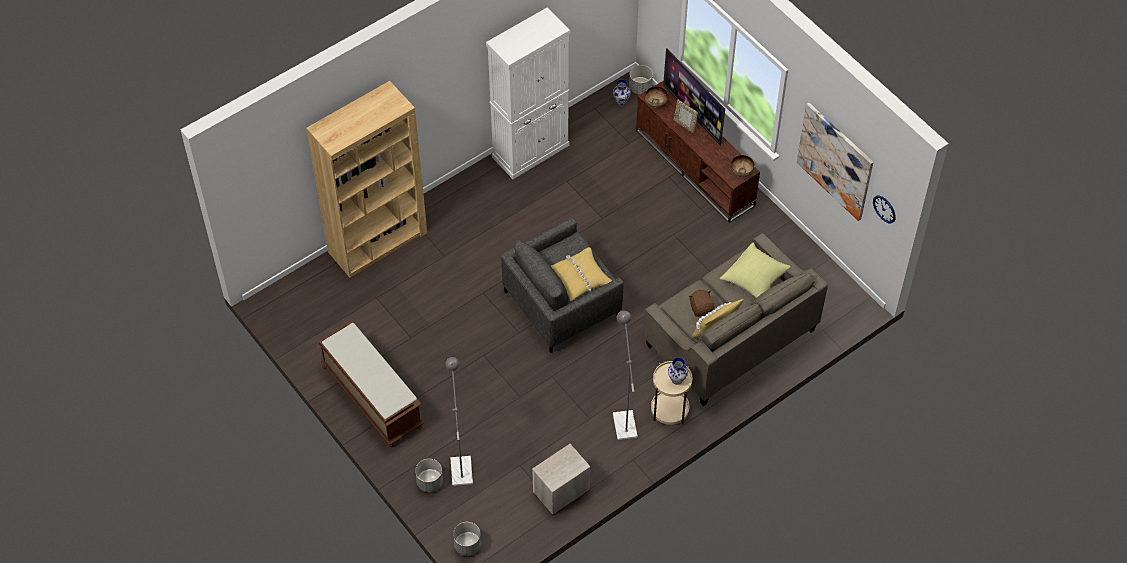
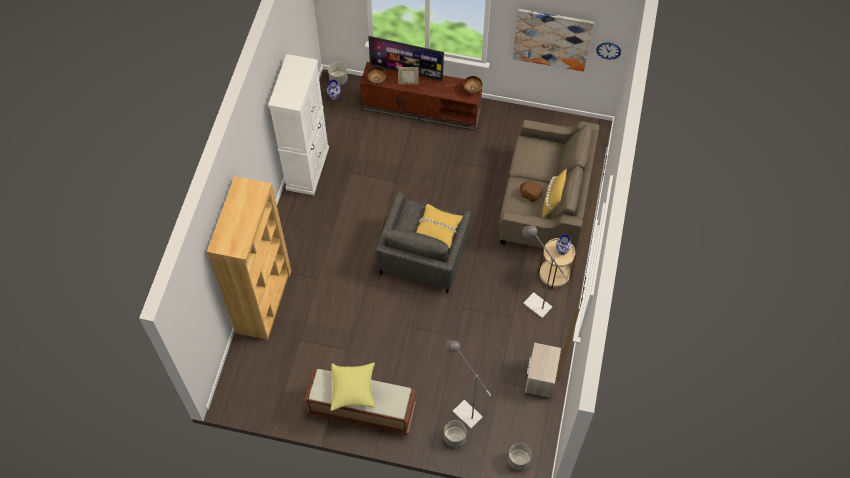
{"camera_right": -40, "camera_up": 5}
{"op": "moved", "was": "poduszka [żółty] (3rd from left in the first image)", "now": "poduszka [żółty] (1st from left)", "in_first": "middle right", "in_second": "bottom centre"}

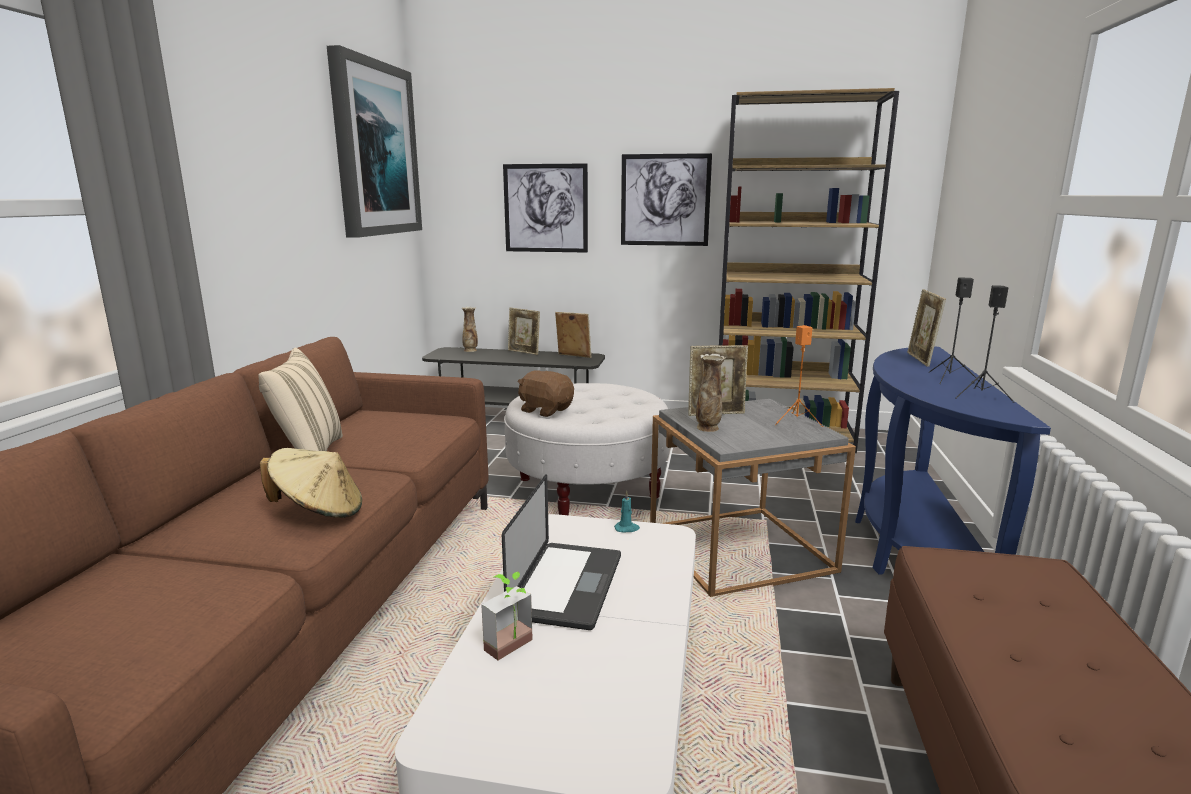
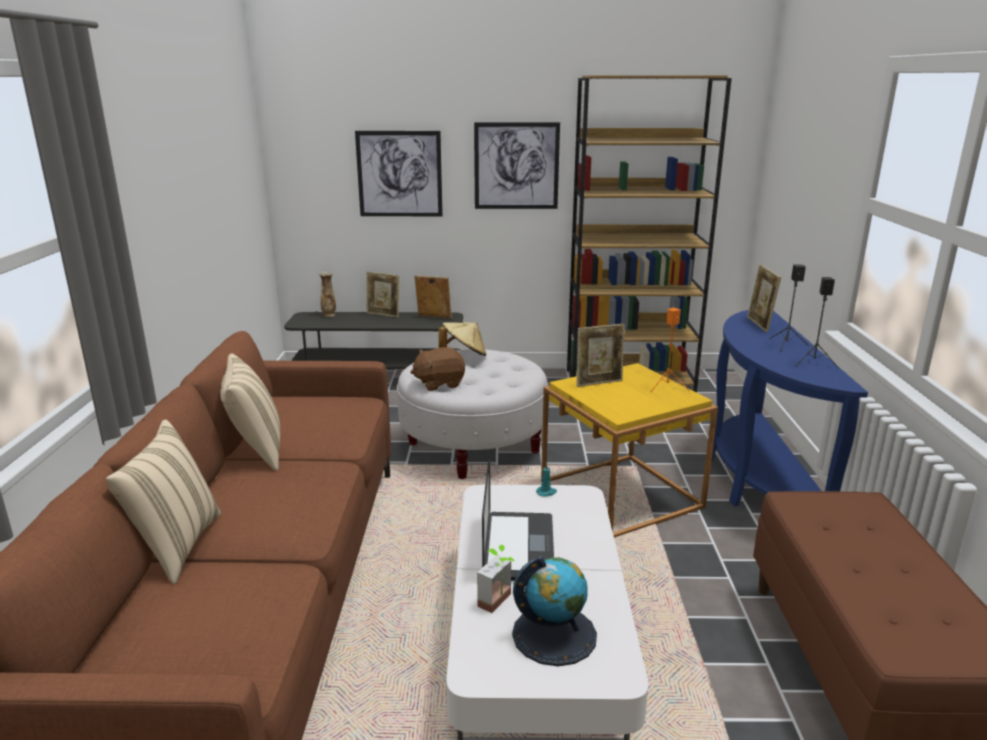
{"camera_right": -10, "camera_up": 5}
{"op": "moved", "was": "kapelusz [beżowy]", "in_first": "middle left", "in_second": "centre"}
{"op": "removed", "was": "obraz (1st from left)", "in_first": "top left"}
{"op": "turned", "was": "pluszak [brązowy]", "in_first": "centre", "in_second": "centre", "clockwise": -45}
{"op": "recoloured", "was": "stolik [szary]", "now": "stolik [żółty]", "in_first": "centre", "in_second": "centre"}
{"op": "removed", "was": "wazon (2nd from left)", "in_first": "centre"}
{"op": "added", "now": "poduszka [beżowy] (1st from left)", "in_second": "bottom left"}
{"op": "added", "now": "globus", "in_second": "bottom centre"}

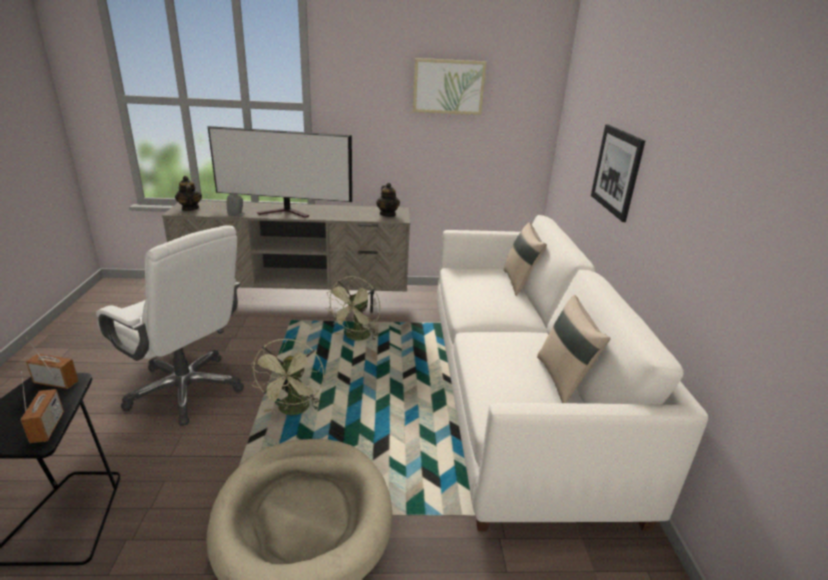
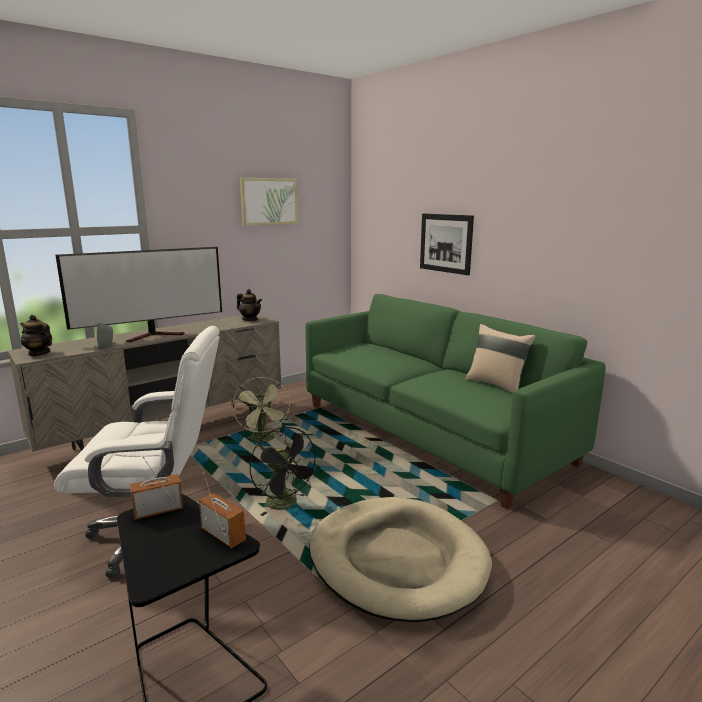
{"camera_right": -35, "camera_up": -10}
{"op": "recoloured", "was": "wentylator [zielony] (1st from left)", "now": "wentylator [czarny]", "in_first": "centre", "in_second": "bottom centre"}
{"op": "recoloured", "was": "kanapa [biały]", "now": "kanapa [zielony]", "in_first": "middle right", "in_second": "centre"}
{"op": "removed", "was": "poduszka [beżowy] (1st from left)", "in_first": "centre"}

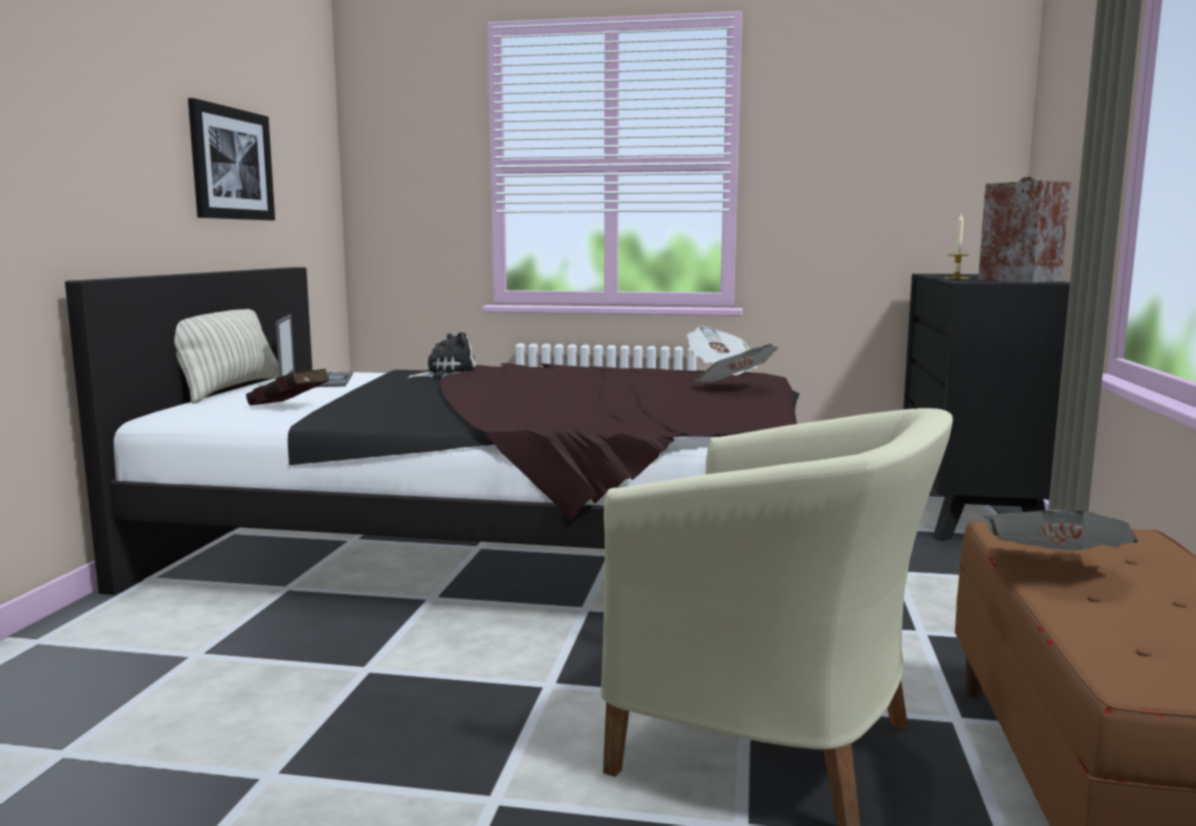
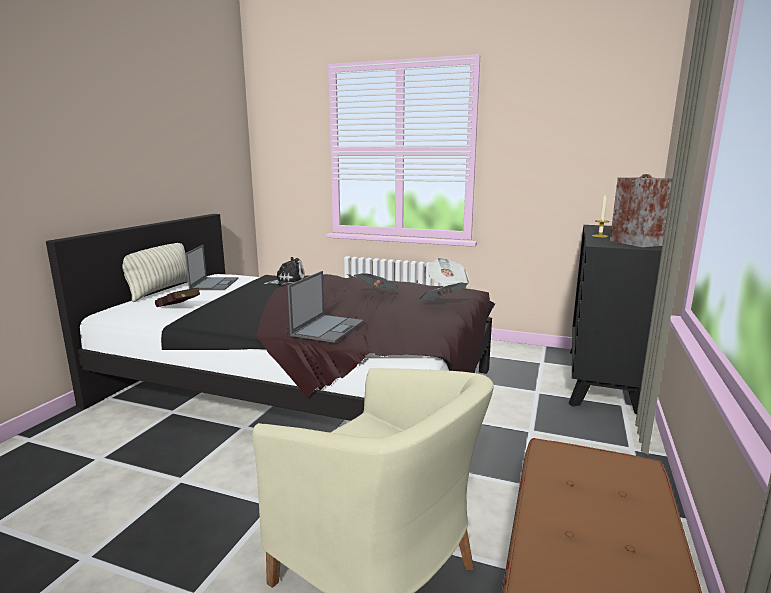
{"camera_right": 10, "camera_up": 5}
{"op": "removed", "was": "obraz", "in_first": "top left"}
{"op": "moved", "was": "gazeta (3rd from left in the first image)", "now": "gazeta (1st from left)", "in_first": "middle right", "in_second": "centre"}
{"op": "added", "now": "laptop (2nd from left)", "in_second": "centre"}

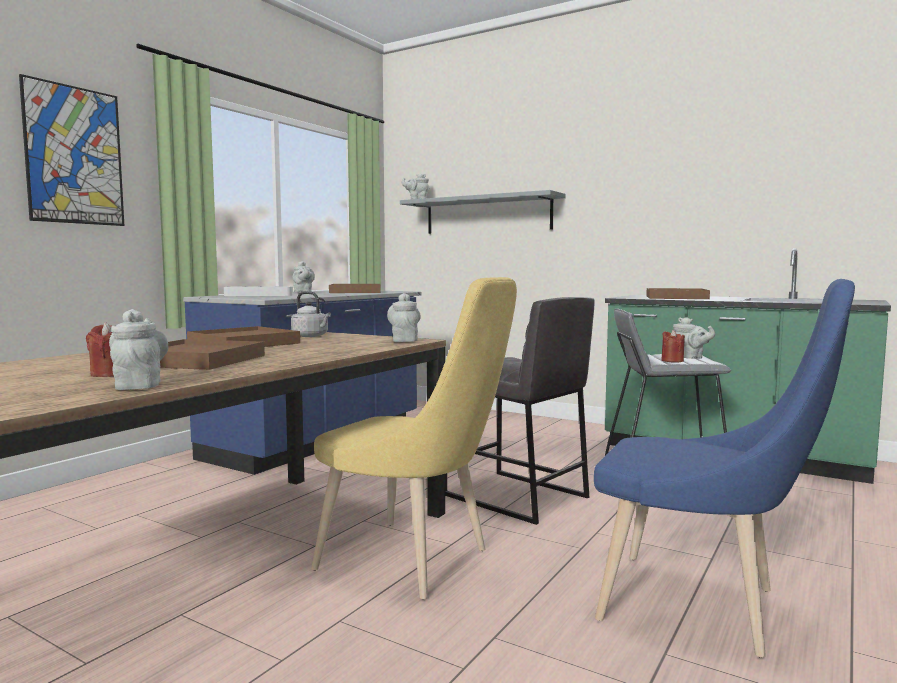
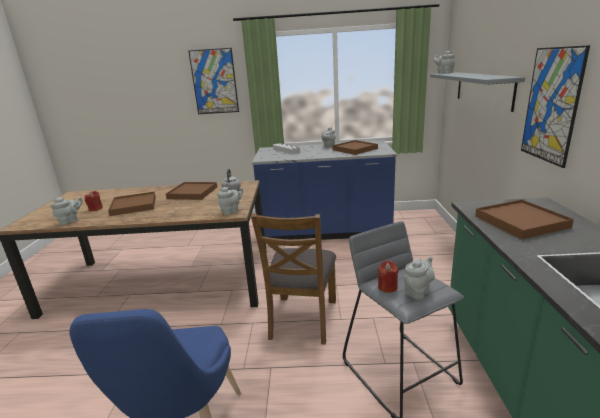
{"camera_right": 60, "camera_up": 15}
{"op": "removed", "was": "krzesło [żółty]", "in_first": "centre"}
{"op": "replaced", "was": "stołek [szary] (1st from left)", "now": "krzesło [brązowy]", "in_first": "centre", "in_second": "bottom centre"}
{"op": "turned", "was": "imbryk [szary] (5th from left in the first image)", "in_first": "middle right", "in_second": "middle right", "clockwise": -150}
{"op": "added", "now": "obraz (2nd from left)", "in_second": "top right"}

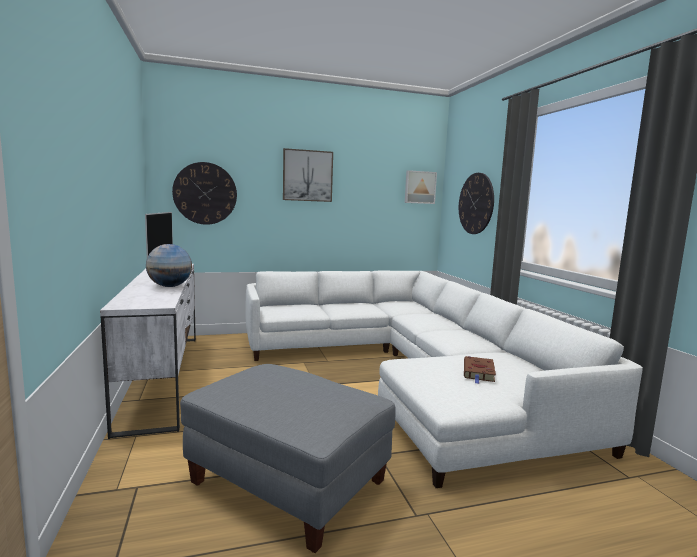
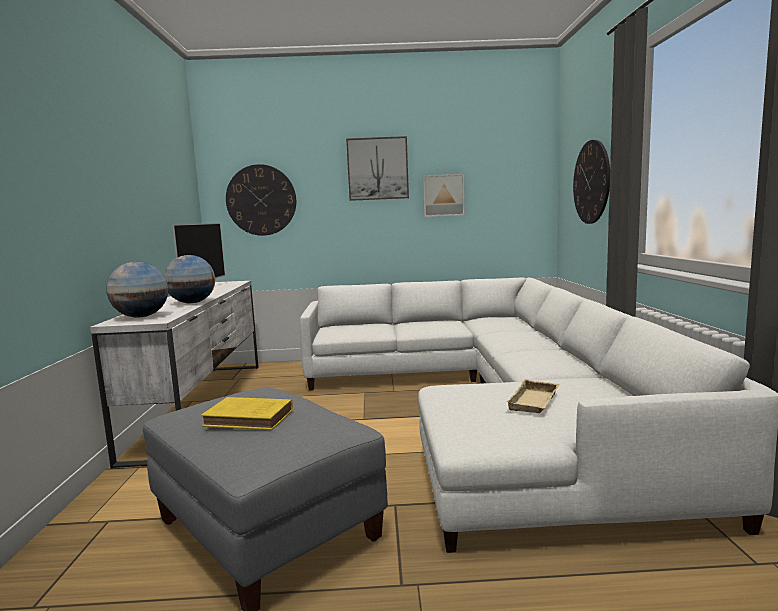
{"camera_right": 15, "camera_up": 0}
{"op": "moved", "was": "obraz (2nd from left)", "in_first": "centre", "in_second": "top centre"}
{"op": "replaced", "was": "książka [brązowy]", "now": "taca [beżowy]", "in_first": "middle right", "in_second": "middle right"}
{"op": "added", "now": "globus (1st from left)", "in_second": "middle left"}
{"op": "added", "now": "książka [żółty]", "in_second": "bottom left"}

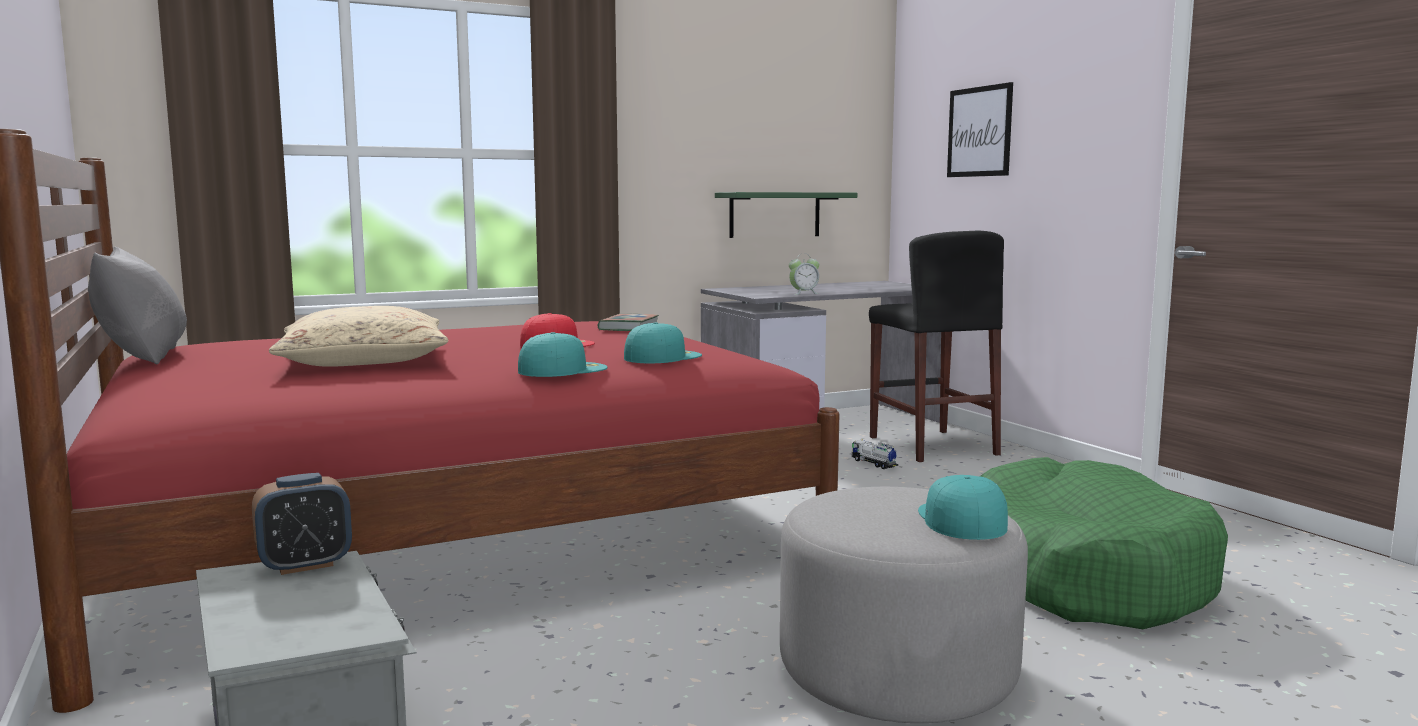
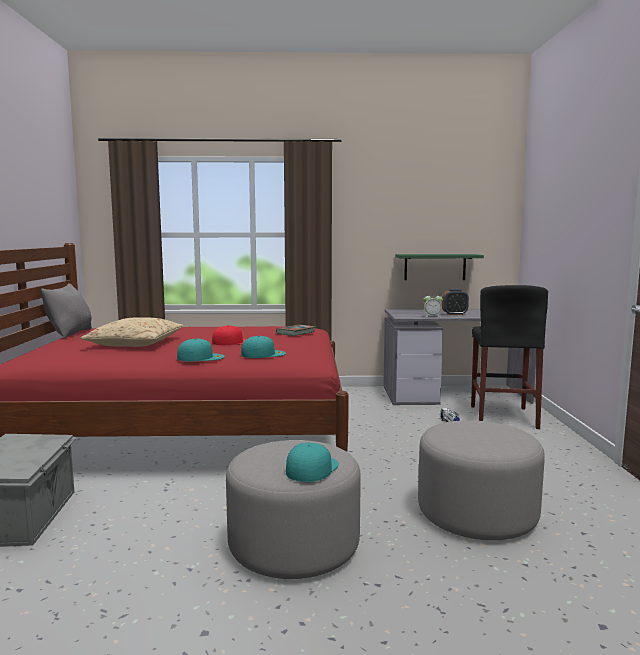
{"camera_right": 25, "camera_up": 0}
{"op": "moved", "was": "budzik (1st from left in the first image)", "now": "budzik (2nd from left)", "in_first": "bottom left", "in_second": "middle right"}
{"op": "removed", "was": "obraz", "in_first": "top right"}
{"op": "replaced", "was": "legowisko [zielony]", "now": "pufa [szary] (2nd from left)", "in_first": "bottom right", "in_second": "bottom right"}

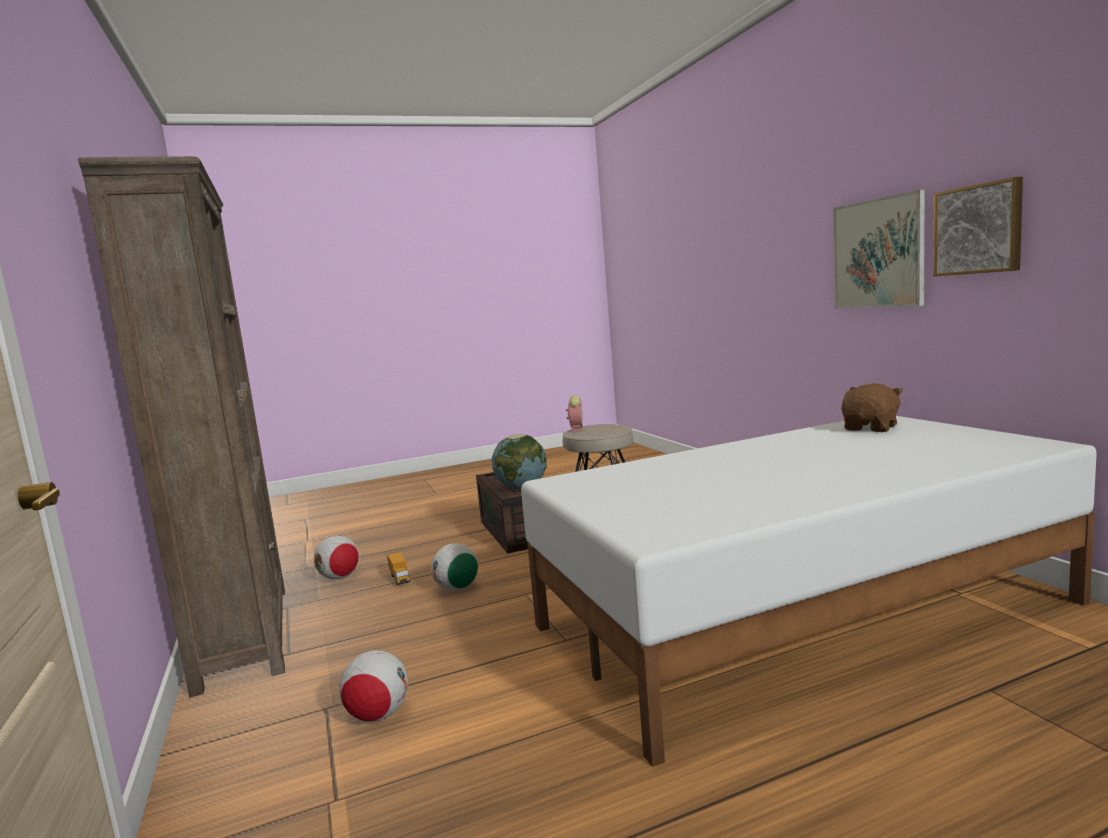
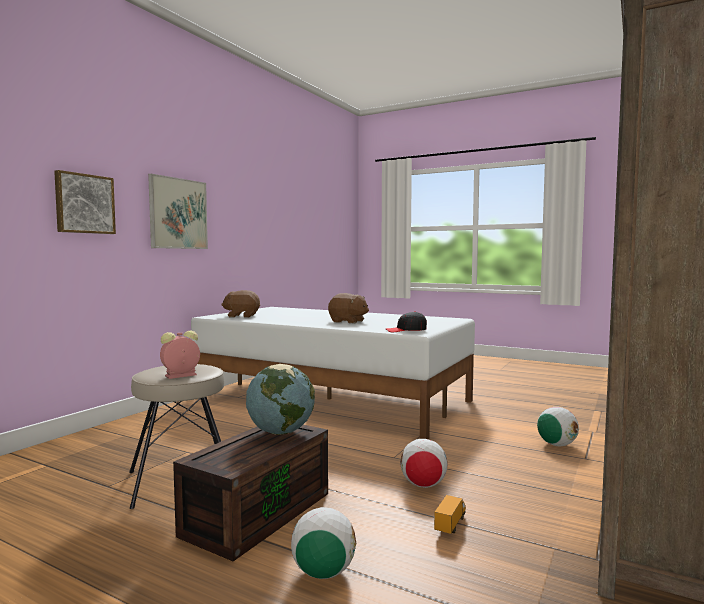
{"camera_right": -130, "camera_up": -5}
{"op": "moved", "was": "piłka futbolowa (1st from left)", "in_first": "middle left", "in_second": "bottom centre"}
{"op": "moved", "was": "obraz (2nd from left in the first image)", "now": "obraz (1st from left)", "in_first": "top right", "in_second": "middle left"}
{"op": "added", "now": "pluszak [brązowy] (2nd from left)", "in_second": "centre"}
{"op": "added", "now": "czapka z daszkiem [czarny]", "in_second": "centre"}

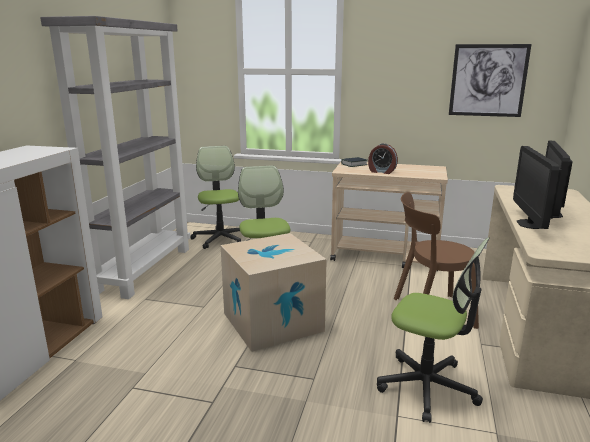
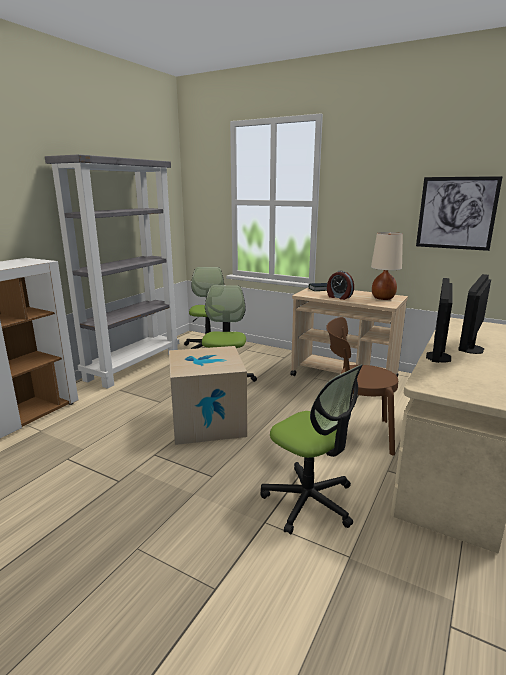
{"camera_right": 15, "camera_up": 0}
{"op": "added", "now": "lampa stołowa [beżowy]", "in_second": "middle right"}

